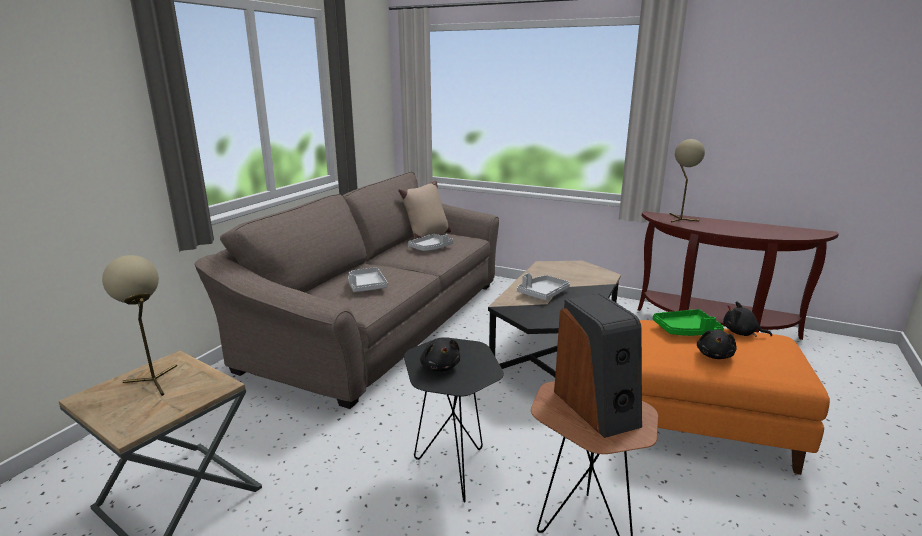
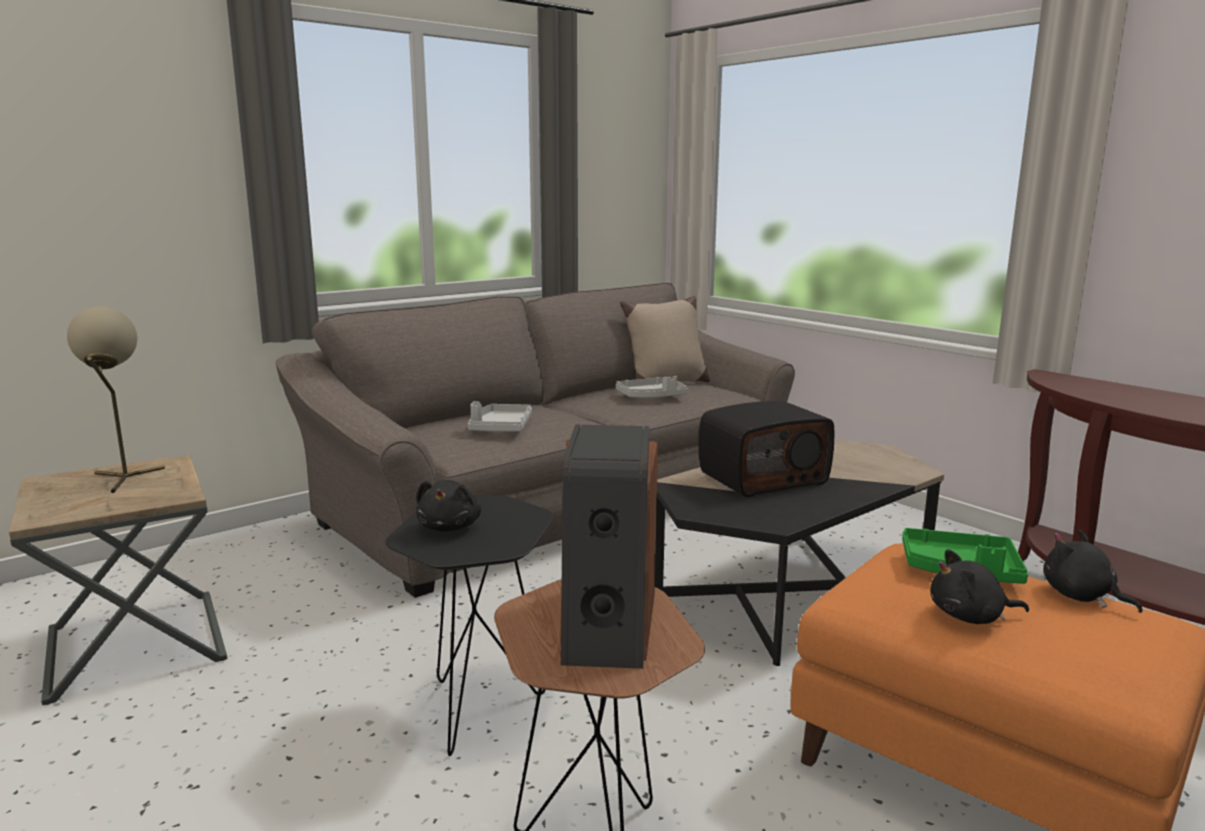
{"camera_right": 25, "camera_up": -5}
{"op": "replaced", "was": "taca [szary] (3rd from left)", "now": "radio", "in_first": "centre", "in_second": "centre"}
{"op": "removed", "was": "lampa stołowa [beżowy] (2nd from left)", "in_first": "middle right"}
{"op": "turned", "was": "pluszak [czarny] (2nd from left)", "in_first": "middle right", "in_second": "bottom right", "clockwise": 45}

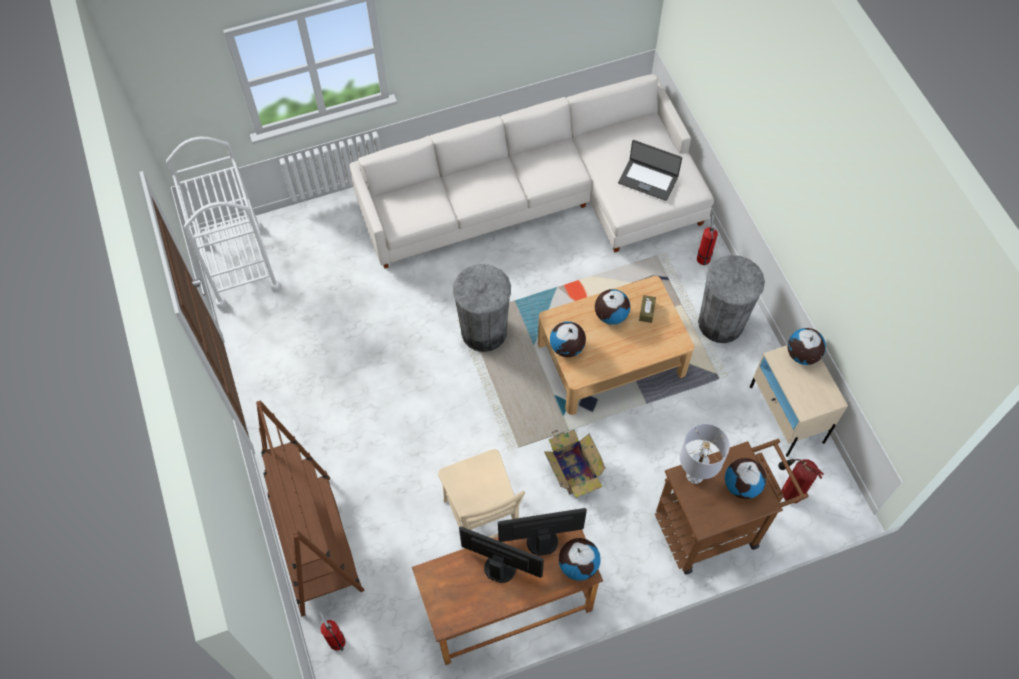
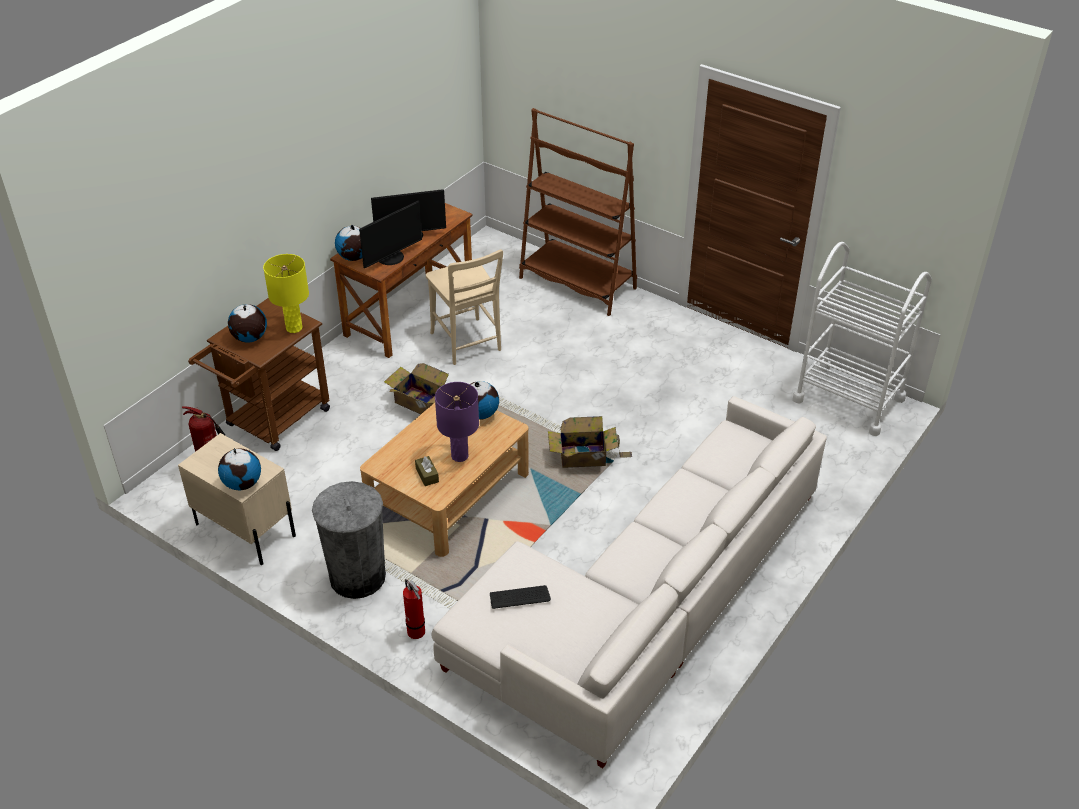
{"camera_right": 145, "camera_up": -20}
{"op": "removed", "was": "gaśnica (1st from left)", "in_first": "bottom left"}
{"op": "turned", "was": "krzesło [beżowy]", "in_first": "bottom centre", "in_second": "centre", "clockwise": -150}
{"op": "replaced", "was": "kosz na śmieci [szary] (1st from left)", "now": "karton (2nd from left)", "in_first": "centre", "in_second": "centre"}
{"op": "replaced", "was": "globus (3rd from left)", "now": "lampa stołowa [fioletowy]", "in_first": "centre", "in_second": "centre"}
{"op": "replaced", "was": "laptop", "now": "klawiatura", "in_first": "top centre", "in_second": "bottom centre"}
{"op": "recoloured", "was": "lampa stołowa [szary]", "now": "lampa stołowa [żółty]", "in_first": "bottom right", "in_second": "middle left"}

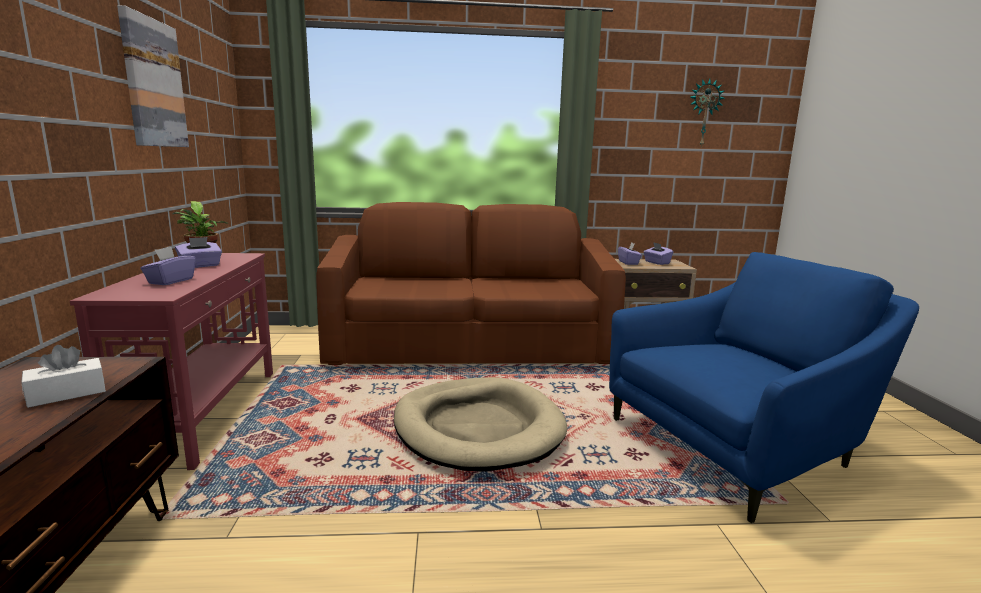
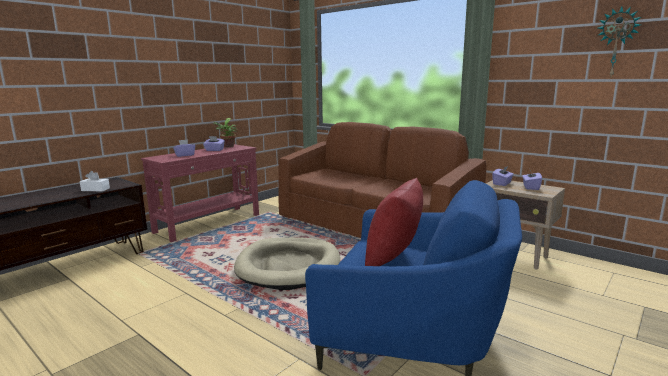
{"camera_right": 45, "camera_up": 0}
{"op": "removed", "was": "obraz", "in_first": "top left"}
{"op": "added", "now": "poduszka [czerwony]", "in_second": "centre"}

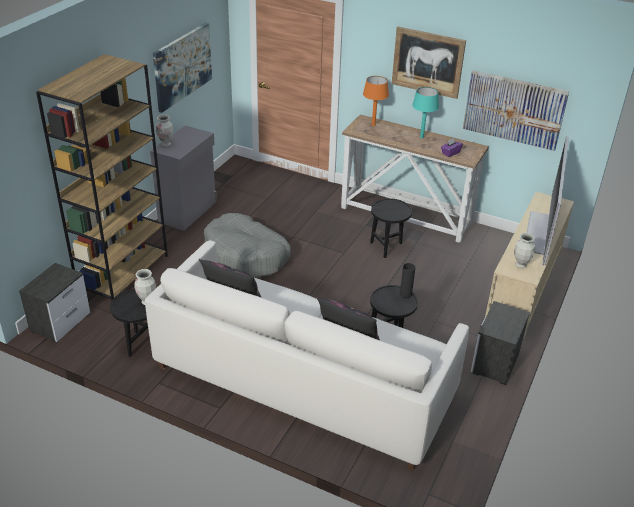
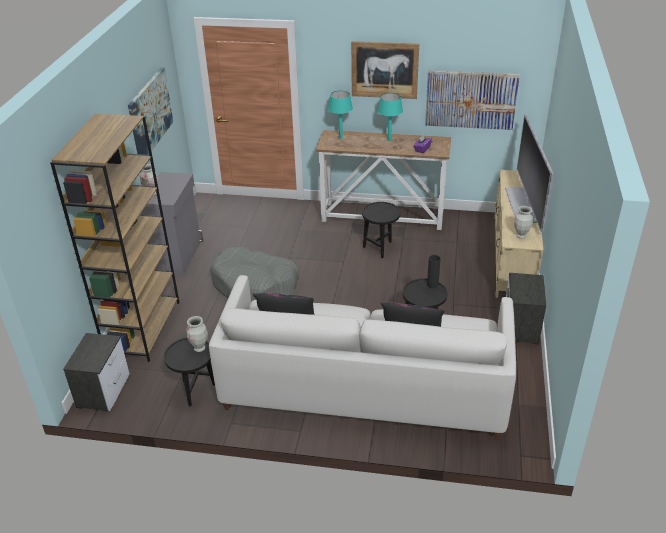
{"camera_right": -15, "camera_up": 0}
{"op": "recoloured", "was": "lampa stołowa [pomarańczowy]", "now": "lampa stołowa [turkusowy] (1st from left)", "in_first": "top centre", "in_second": "top centre"}

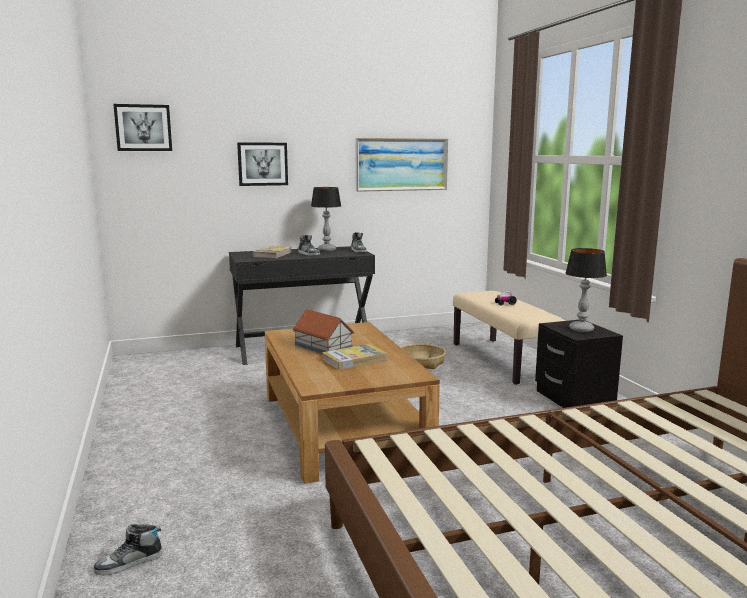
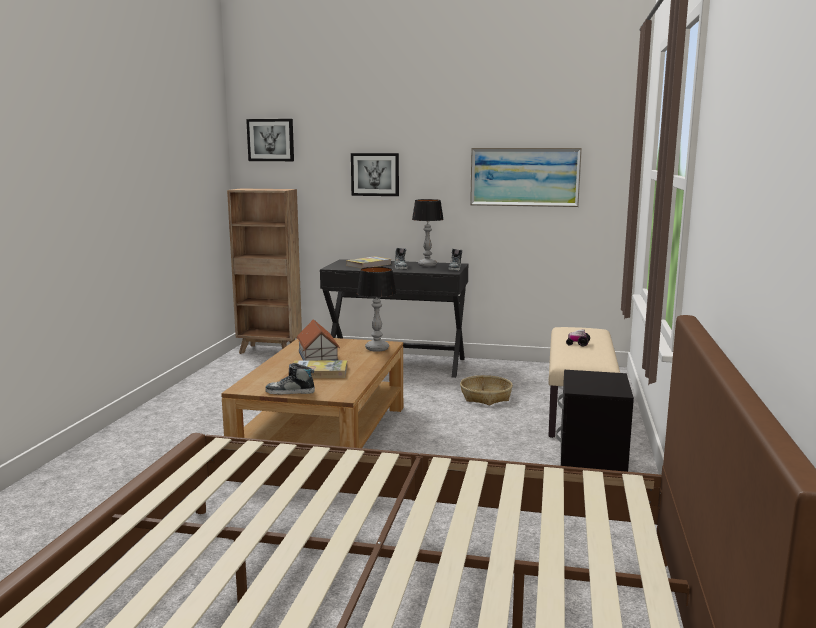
{"camera_right": 30, "camera_up": 0}
{"op": "moved", "was": "but (1st from left)", "in_first": "bottom left", "in_second": "centre"}
{"op": "moved", "was": "lampa stołowa (2nd from left in the first image)", "now": "lampa stołowa (1st from left)", "in_first": "middle right", "in_second": "centre"}
{"op": "added", "now": "regał [brązowy]", "in_second": "middle left"}

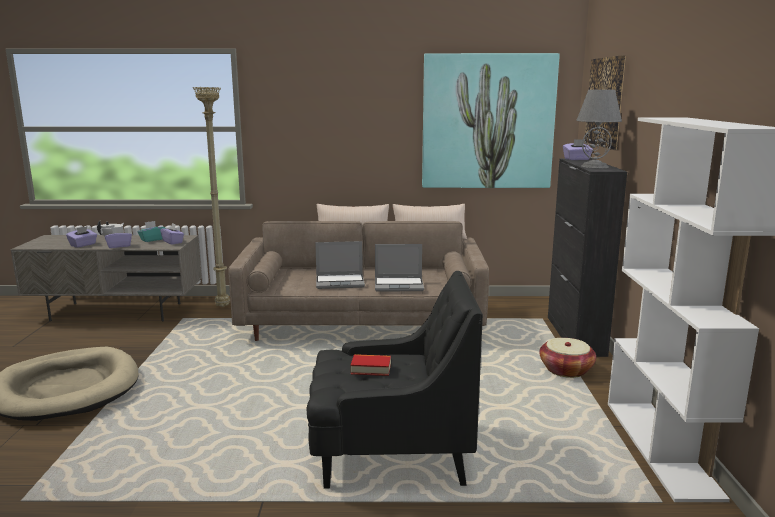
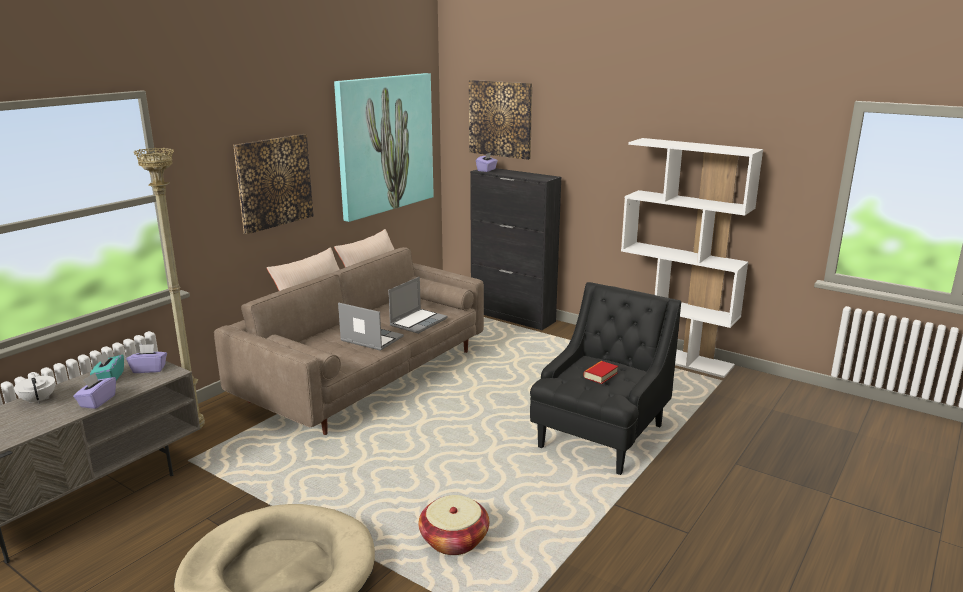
{"camera_right": -55, "camera_up": 5}
{"op": "removed", "was": "pudełko chusteczek [fioletowy] (1st from left)", "in_first": "middle left"}
{"op": "turned", "was": "laptop (1st from left)", "in_first": "centre", "in_second": "centre", "clockwise": -90}
{"op": "moved", "was": "koszyk", "in_first": "bottom right", "in_second": "bottom centre"}
{"op": "removed", "was": "lampa stołowa [szary]", "in_first": "top right"}
{"op": "added", "now": "obraz (1st from left)", "in_second": "top left"}

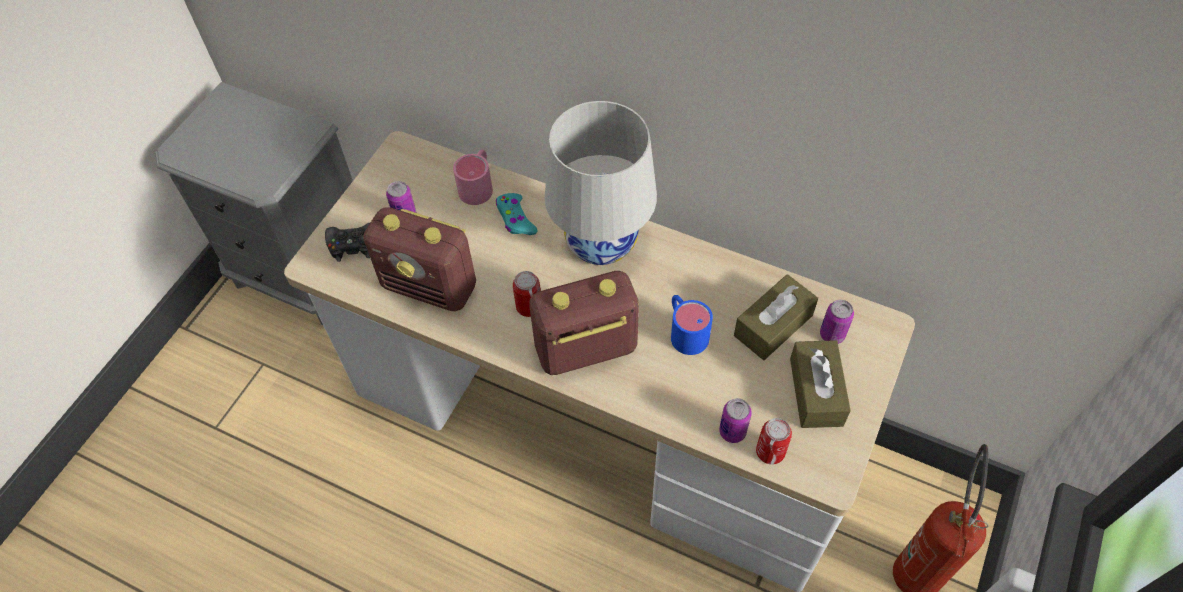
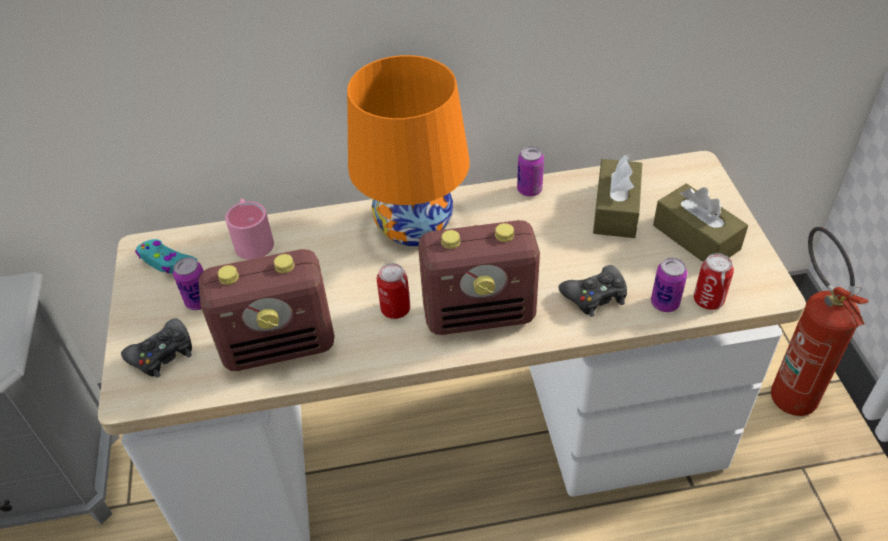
{"camera_right": -35, "camera_up": -10}
{"op": "moved", "was": "pad do gier [turkusowy]", "in_first": "centre", "in_second": "middle left"}
{"op": "turned", "was": "radio (2nd from left)", "in_first": "centre", "in_second": "centre", "clockwise": -135}
{"op": "recoloured", "was": "lampa stołowa [biały]", "now": "lampa stołowa [pomarańczowy]", "in_first": "top centre", "in_second": "top centre"}
{"op": "removed", "was": "kubek [niebieski]", "in_first": "centre"}
{"op": "moved", "was": "puszka (5th from left in the first image)", "now": "puszka (3rd from left)", "in_first": "middle right", "in_second": "top centre"}
{"op": "added", "now": "pad do gier [czarny] (2nd from left)", "in_second": "middle right"}

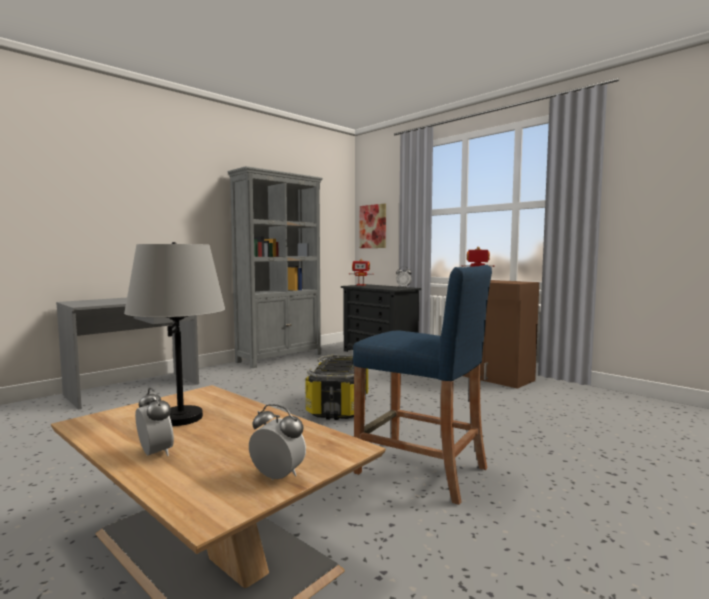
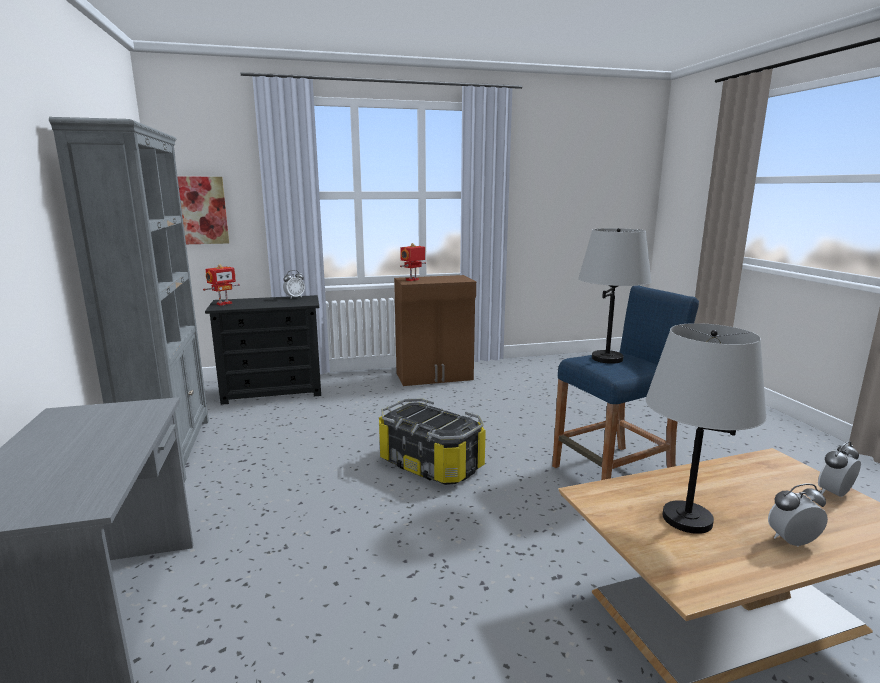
{"camera_right": -60, "camera_up": 10}
{"op": "added", "now": "lampa stołowa [szary] (1st from left)", "in_second": "middle right"}

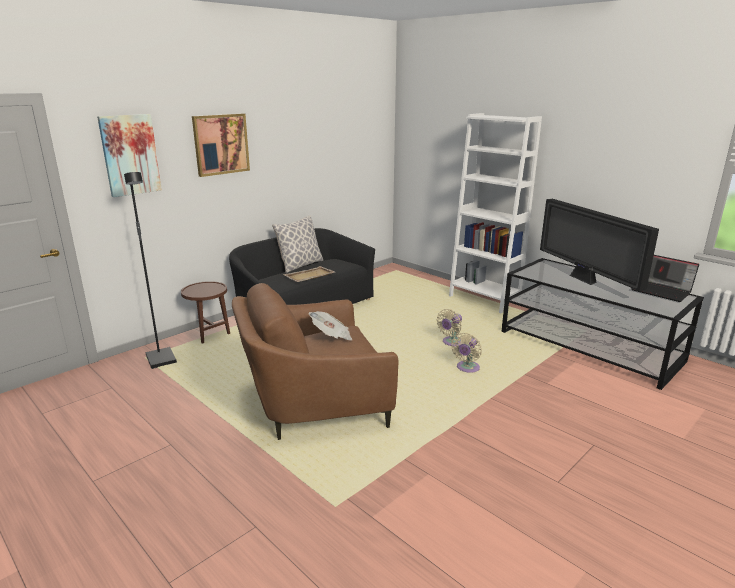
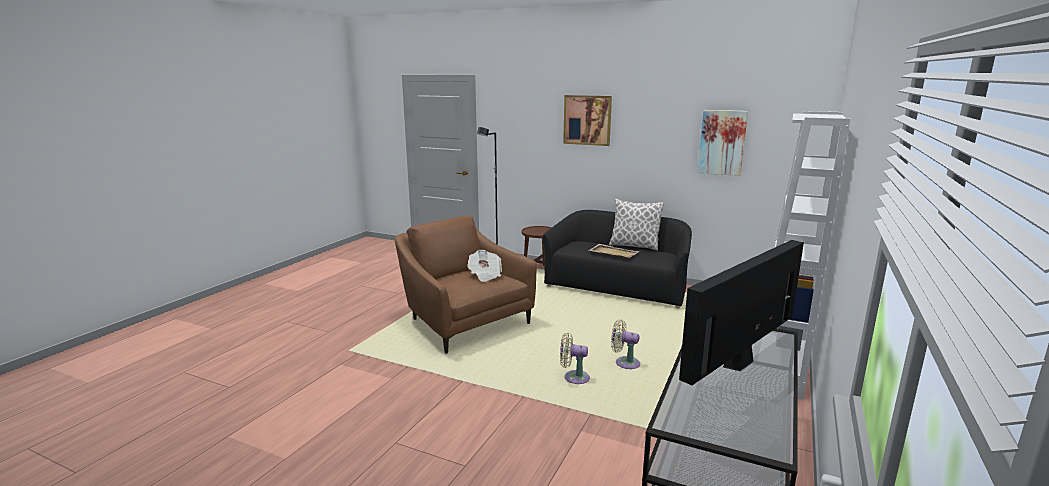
{"camera_right": 70, "camera_up": -5}
{"op": "moved", "was": "obraz (1st from left in the first image)", "now": "obraz (2nd from left)", "in_first": "top left", "in_second": "top right"}
{"op": "removed", "was": "laptop", "in_first": "middle right"}

